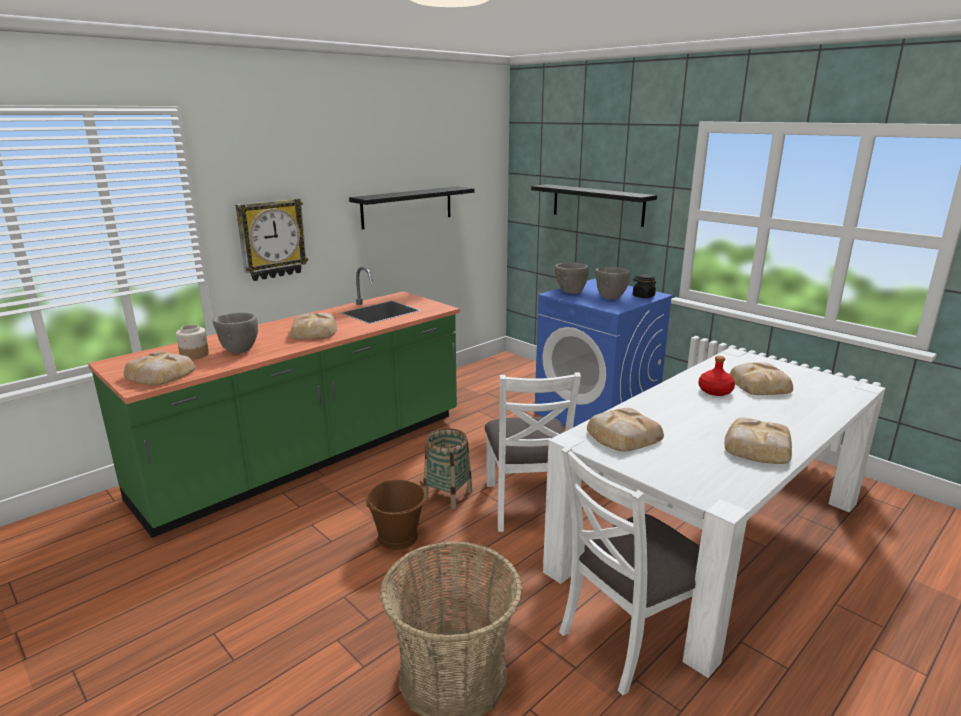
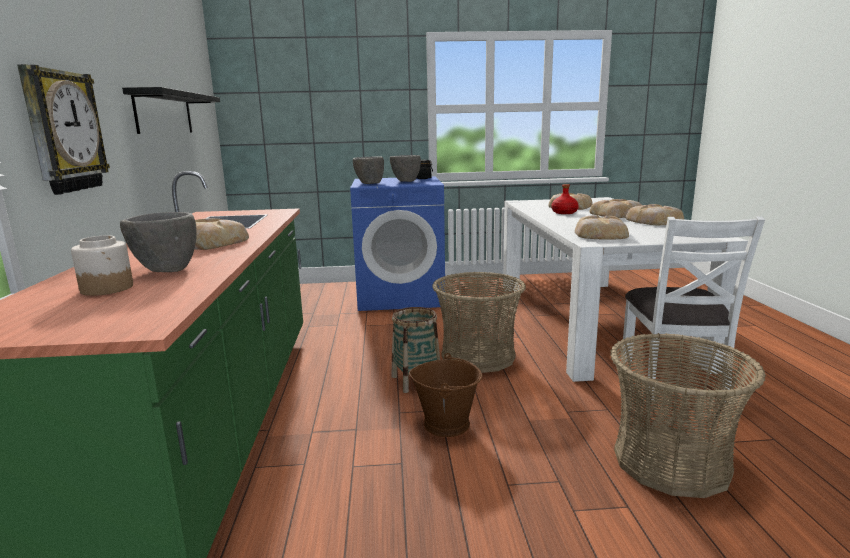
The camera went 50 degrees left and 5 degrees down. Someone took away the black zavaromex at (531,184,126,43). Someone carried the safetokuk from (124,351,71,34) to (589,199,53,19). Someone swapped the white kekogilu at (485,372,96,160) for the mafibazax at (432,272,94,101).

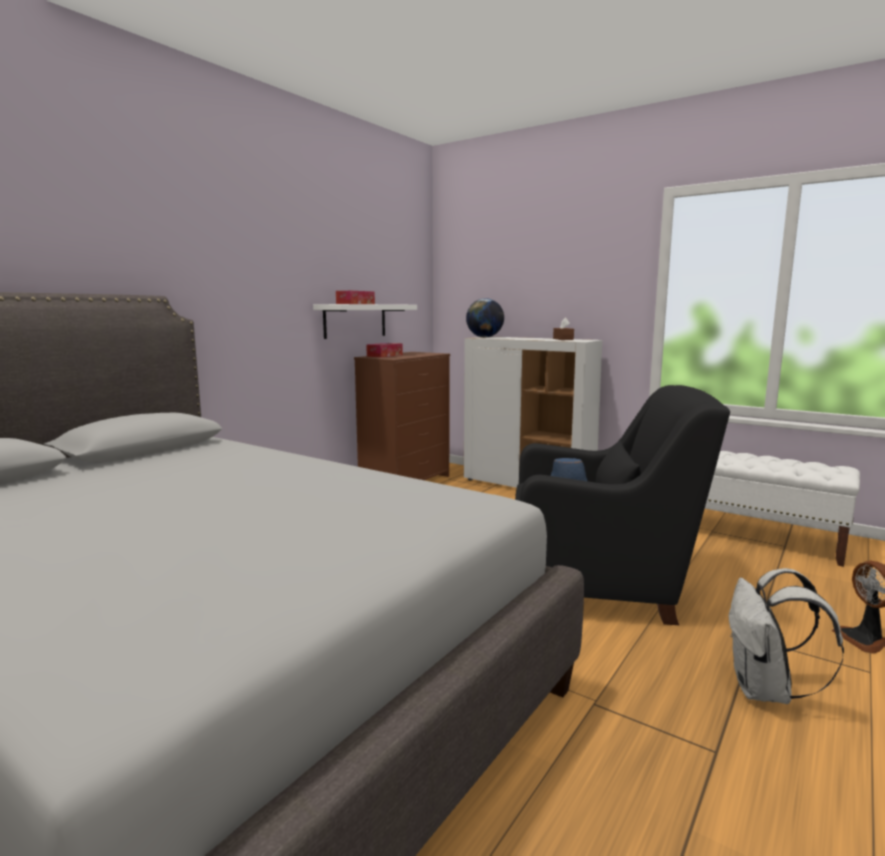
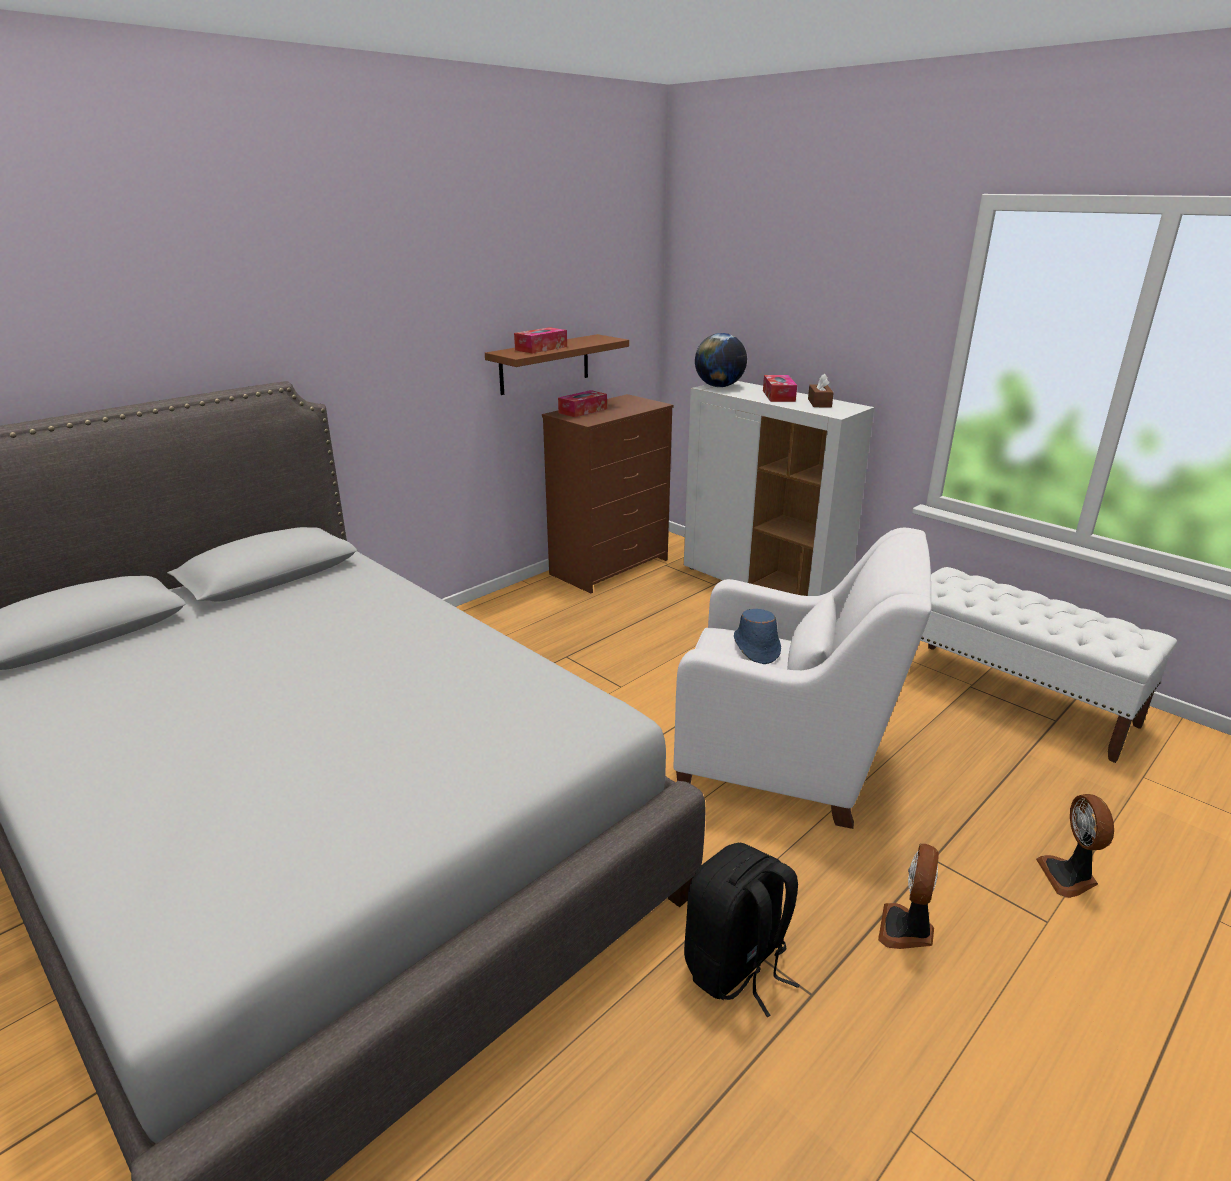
The camera went 10 degrees right and 15 degrees up. Someone repainted the white zavaromex at (313,304,104,35), which became the brown zavaromex at (485,334,144,61). Someone repainted the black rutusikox at (515,385,215,240), which became the white rutusikox at (674,528,258,301). Someone swapped the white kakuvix at (728,568,116,136) for the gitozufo at (878,844,61,105). Someone put down the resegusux at (763,375,34,27). Someone put down the black kakuvix at (684,842,116,175).

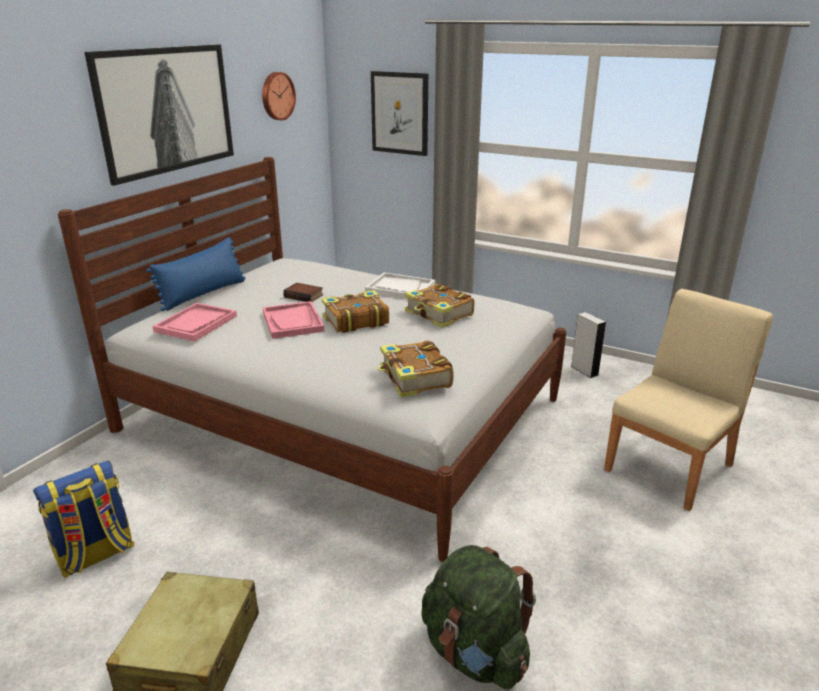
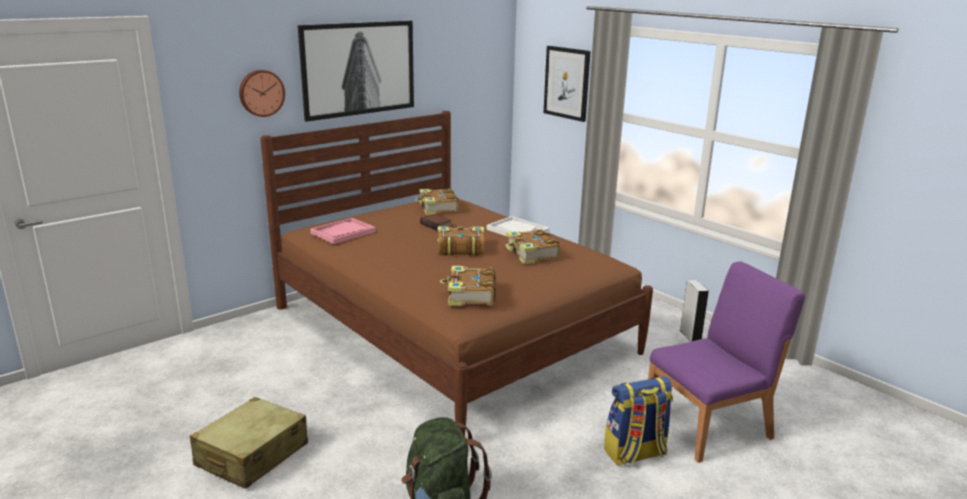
The camera went 20 degrees right and 5 degrees down. Someone carried the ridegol from (262,72,34,48) to (239,70,46,47). Someone repainted the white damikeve at (58,157,508,405), which became the brown damikeve at (260,111,393,325). Someone took away the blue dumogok at (146,237,99,74). Someone repainted the beige kekogilu at (604,289,169,222), which became the purple kekogilu at (648,261,157,202). Someone took away the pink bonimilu at (262,301,63,38). Someone carried the kakuvix from (33,461,101,117) to (604,376,69,90). Someone put down the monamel at (415,188,44,27).

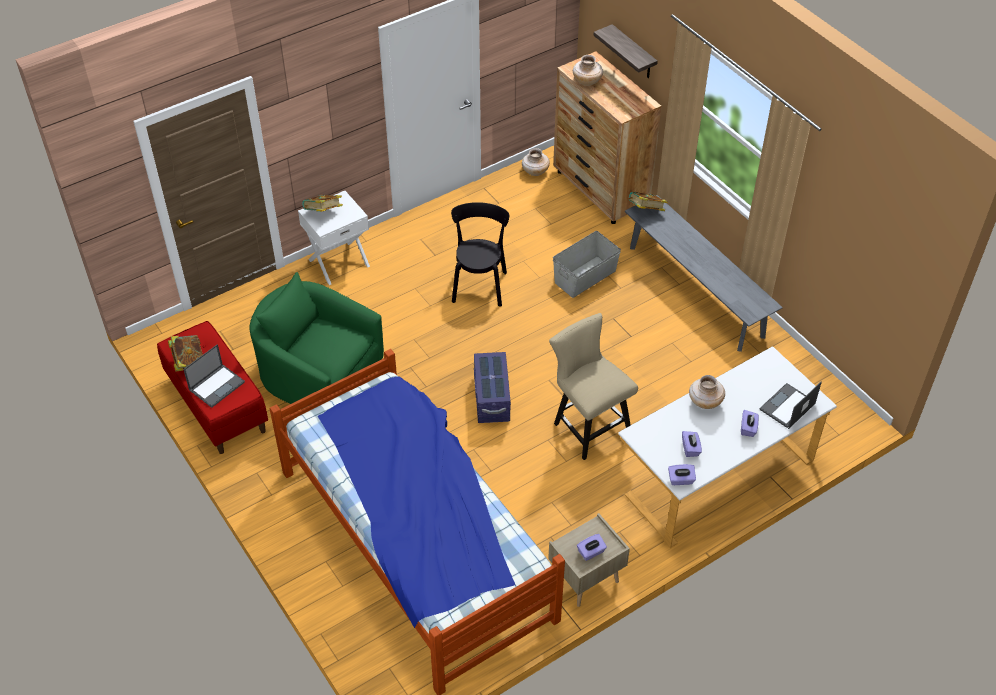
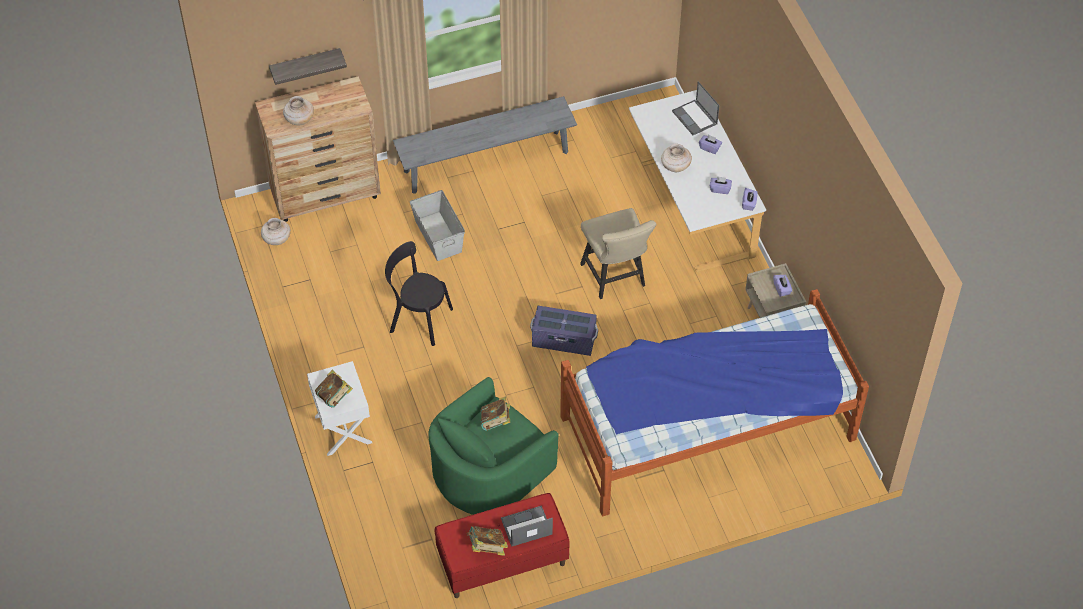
The camera went 75 degrees left and 5 degrees up. Someone carried the monamel from (628,192,40,19) to (481,396,29,35). Someone rotated the beige kekogilu at (549,313,89,147) by 90 degrees counterclockwise. Someone rotated the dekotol at (183,344,62,64) by 75 degrees counterclockwise.

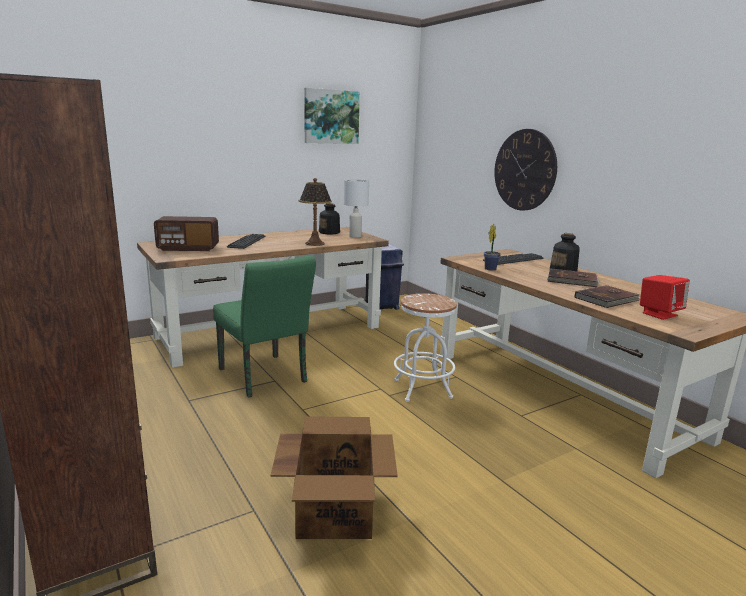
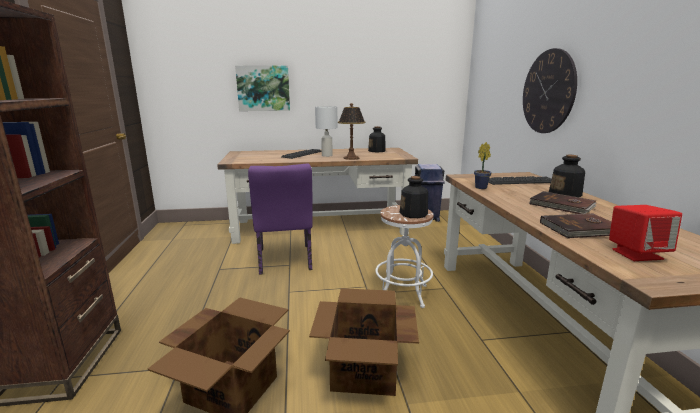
The camera went 25 degrees right and 0 degrees up. Someone carried the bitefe from (304,88,56,56) to (235,65,55,46). Someone carried the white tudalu from (344,179,25,58) to (315,106,22,51). Someone took away the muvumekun at (154,216,65,35). Someone repainted the green kekogilu at (213,256,103,141), which became the purple kekogilu at (248,164,65,110). Someone put down the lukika at (399,176,29,42). Someone put down the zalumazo at (309,288,110,108).

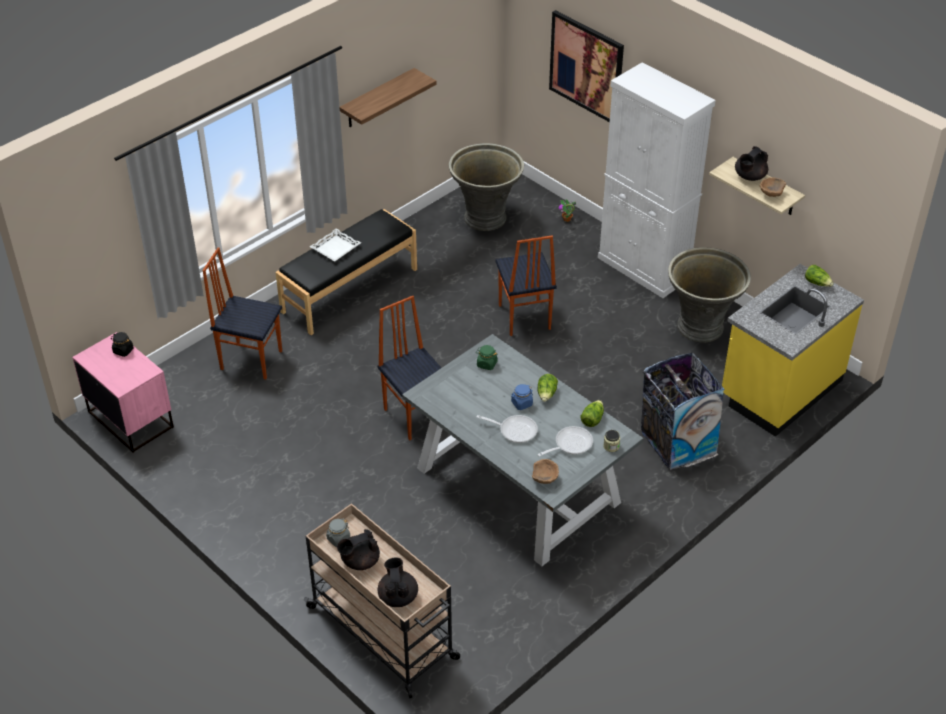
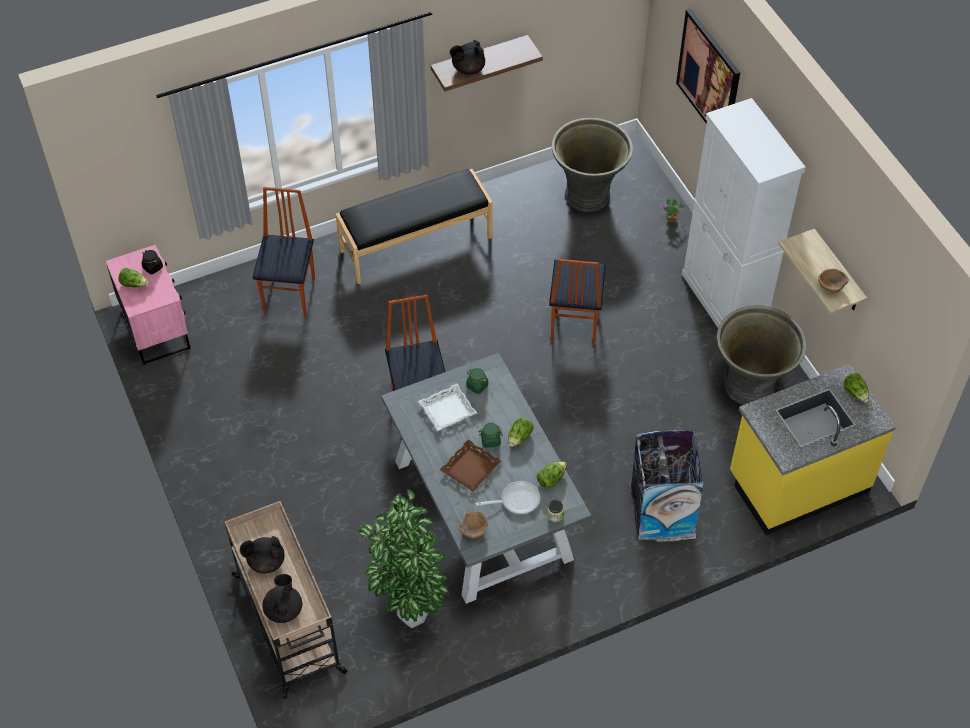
The camera went 20 degrees right and 10 degrees up. Someone carried the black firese from (735,146,33,35) to (450,40,35,35). Someone carried the white bonimilu from (309,228,52,33) to (418,384,59,47). Someone rotated the kekogilu at (203,248,79,132) by 60 degrees clockwise. Someone repainted the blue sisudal at (511,384,22,26), which became the green sisudal at (479,423,24,25). Someone swapped the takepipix at (477,415,61,28) for the brown bonimilu at (440,439,61,53). Someone took away the grey sisudal at (326,519,24,28). Someone put down the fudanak at (118,268,31,20). Someone put down the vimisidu at (358,489,91,139).

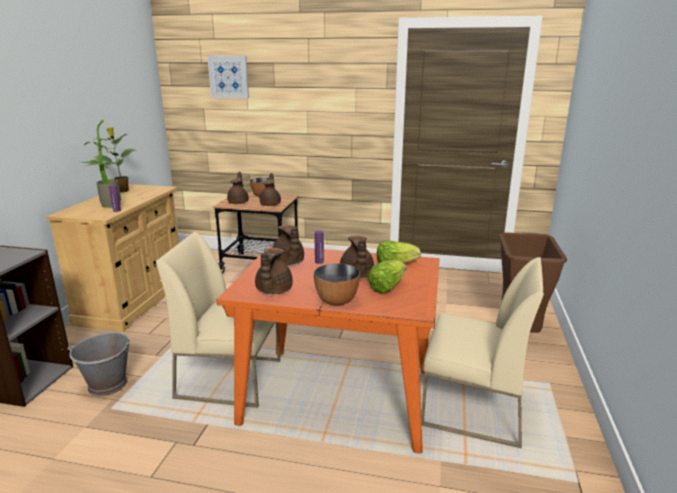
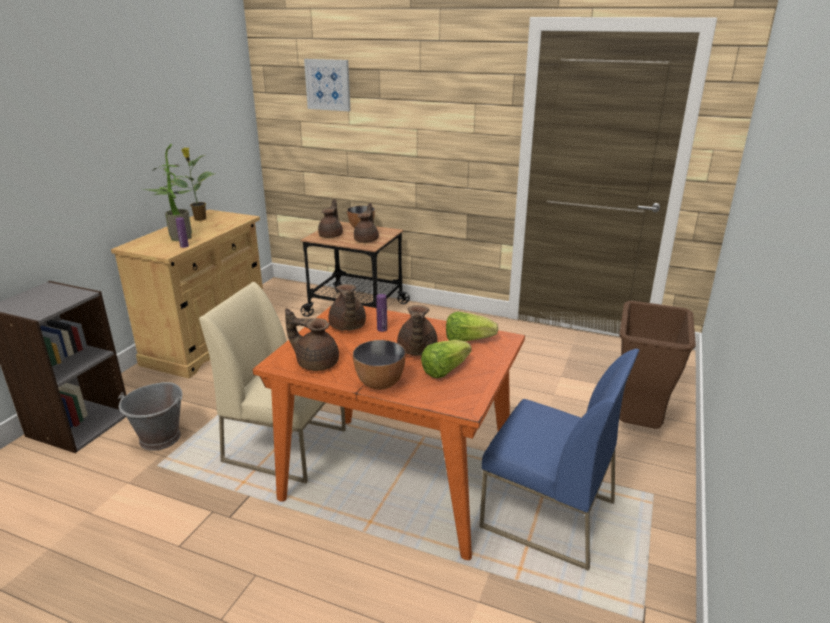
The camera went 10 degrees right and 5 degrees up. Someone rotated the brown firese at (255,248,38,46) by 90 degrees clockwise. Someone repainted the beige kekogilu at (421,257,123,191), which became the blue kekogilu at (480,349,159,222).

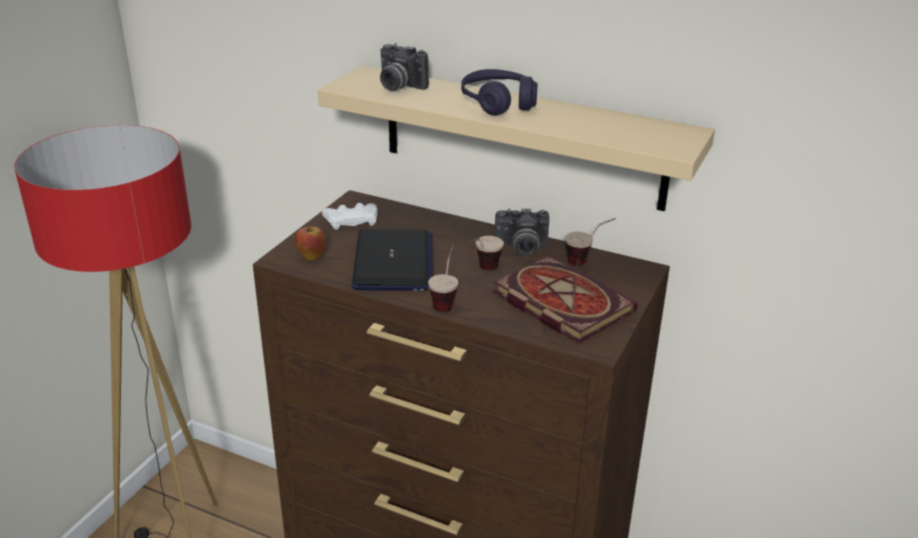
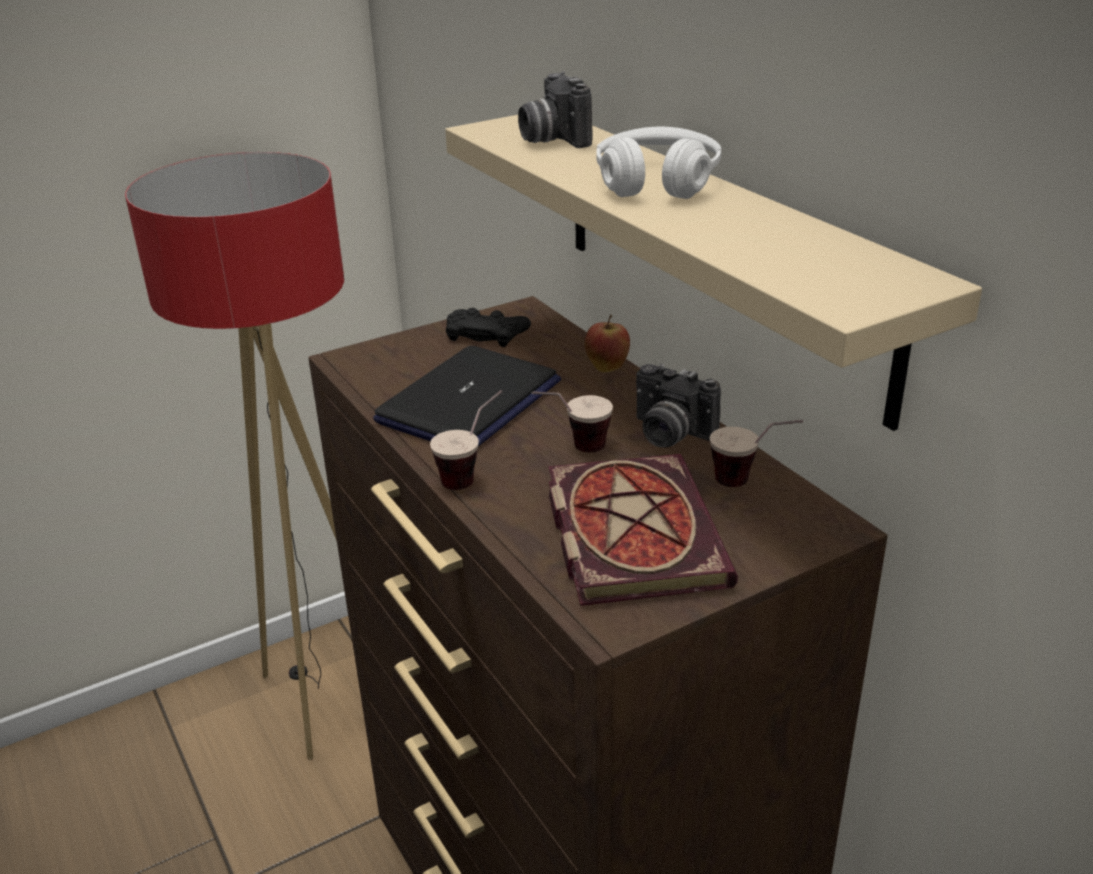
The camera went 35 degrees right and 0 degrees up. Someone repainted the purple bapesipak at (461,69,77,47), which became the white bapesipak at (596,127,126,72). Someone repainted the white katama at (322,203,56,27), which became the black katama at (446,308,85,39). Someone carried the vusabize from (295,222,31,39) to (585,315,45,57).

